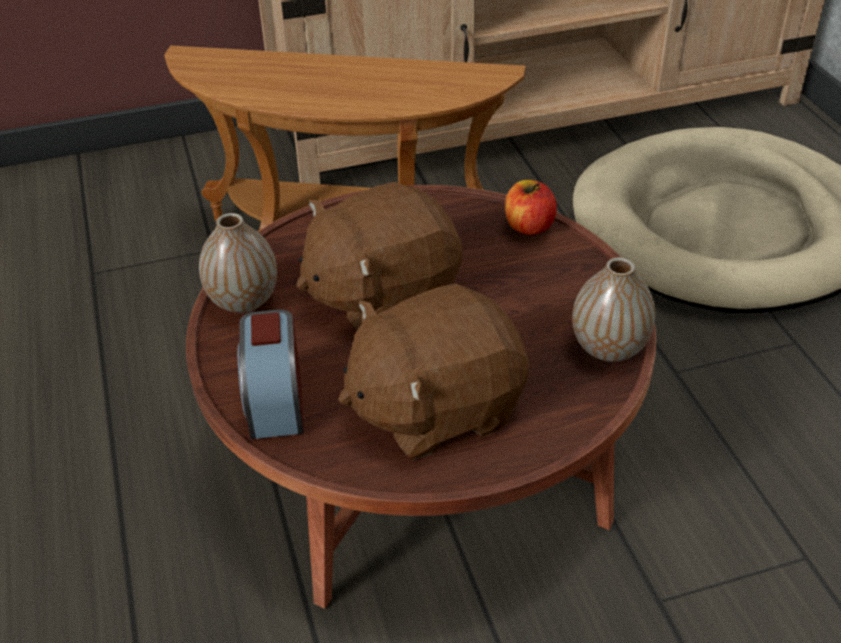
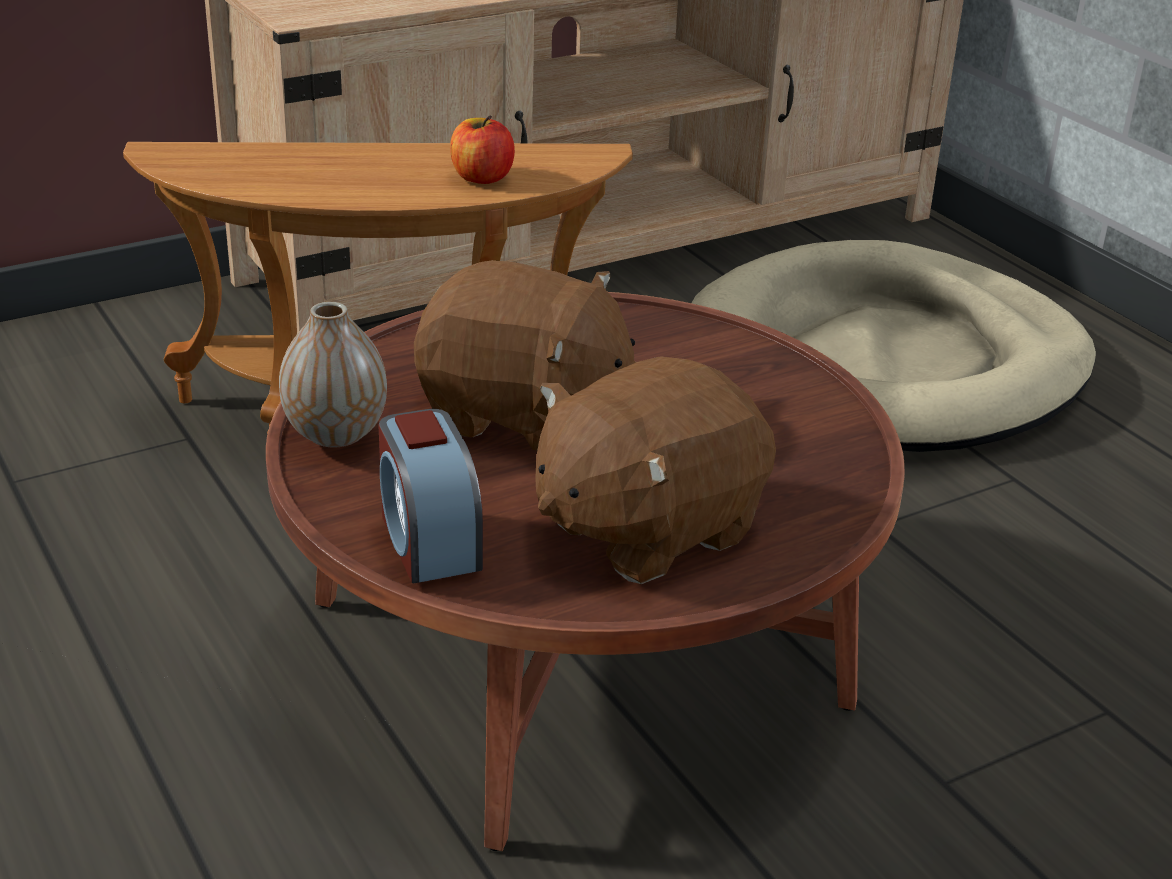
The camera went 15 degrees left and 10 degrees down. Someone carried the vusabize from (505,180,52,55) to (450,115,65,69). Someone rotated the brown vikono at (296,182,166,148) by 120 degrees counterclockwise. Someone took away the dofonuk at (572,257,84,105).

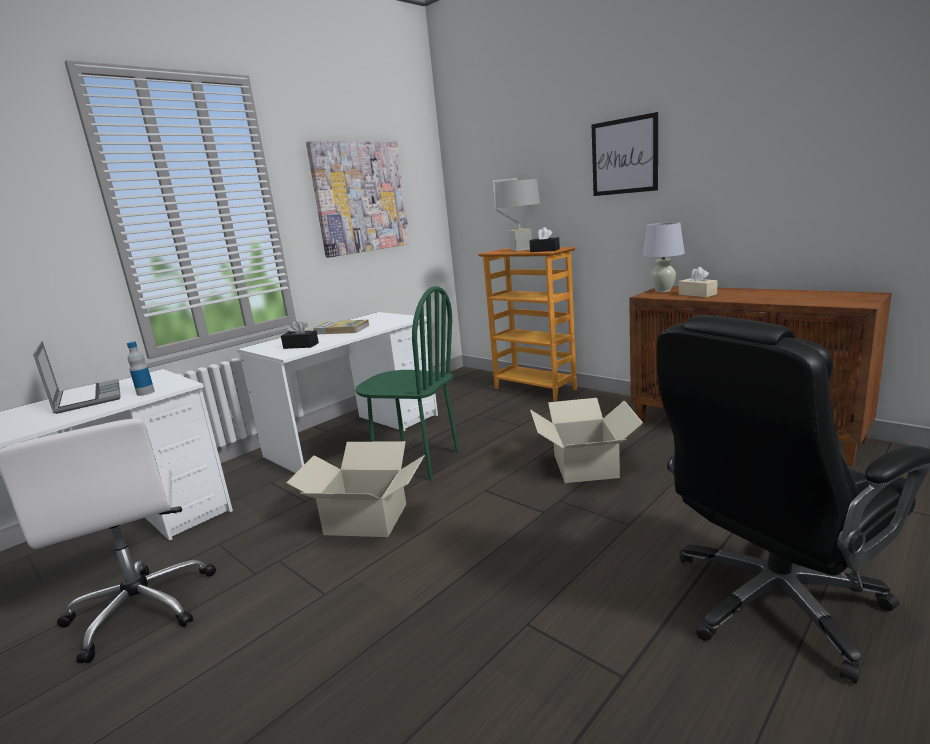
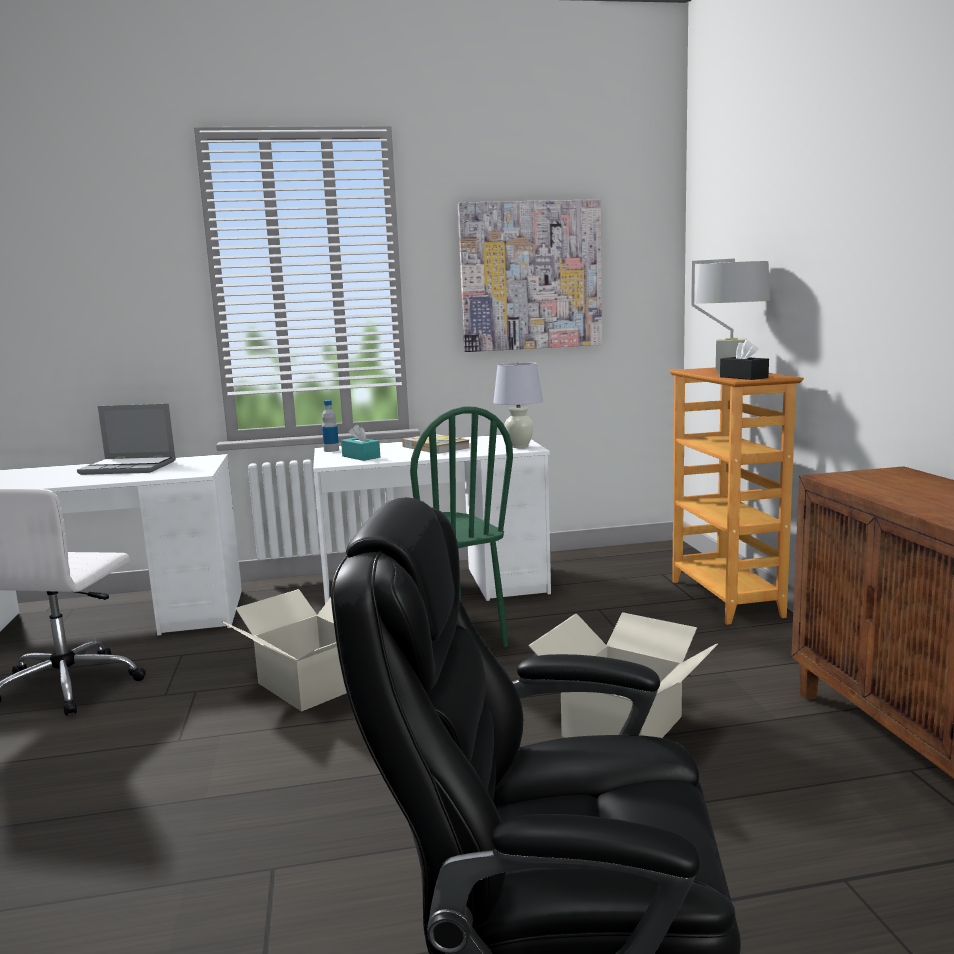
The camera went 35 degrees right and 5 degrees down. Someone took away the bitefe at (592,112,66,84). Someone carried the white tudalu from (642,222,43,70) to (493,362,50,86). Someone took away the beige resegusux at (679,267,39,30). Someone repainted the black resegusux at (281,320,38,29), which became the turquoise resegusux at (341,424,39,37). Someone rotated the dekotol at (33,341,88,73) by 90 degrees clockwise. Someone carried the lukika from (127,341,28,55) to (322,400,17,52).

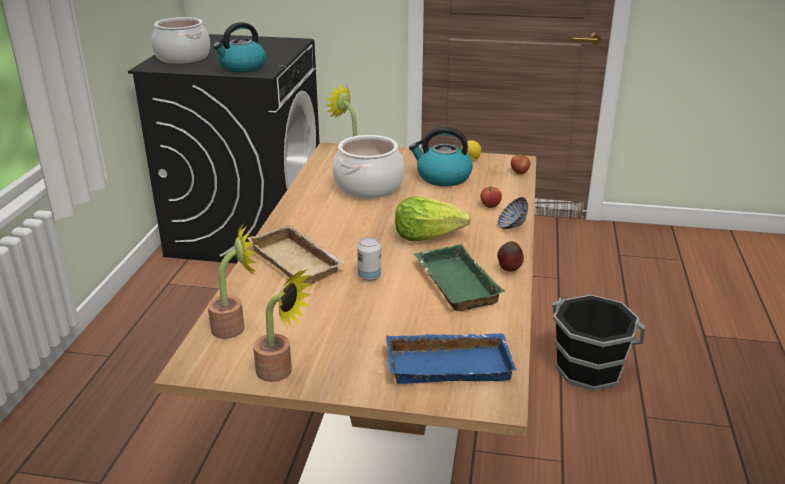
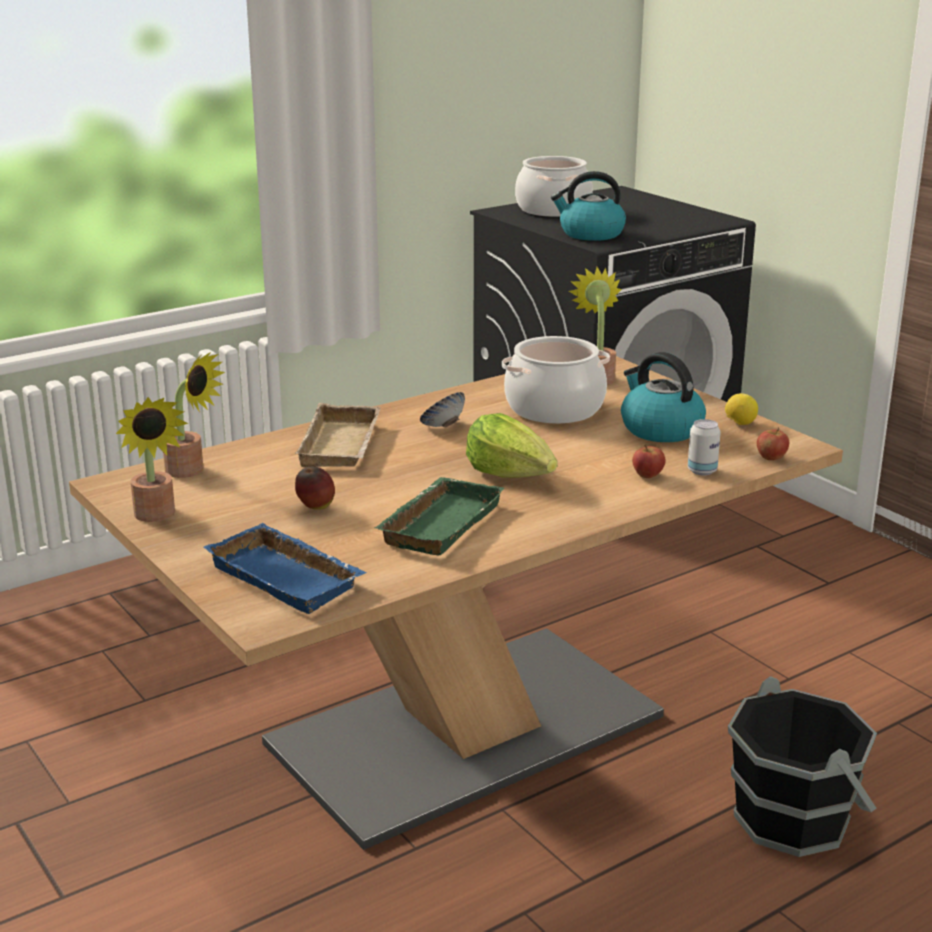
The camera went 45 degrees right and 5 degrees down. Someone carried the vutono from (497,197,31,32) to (420,392,45,35). Someone carried the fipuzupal from (357,237,24,44) to (688,419,33,57). Someone carried the vusabize from (497,241,27,31) to (295,467,40,43).

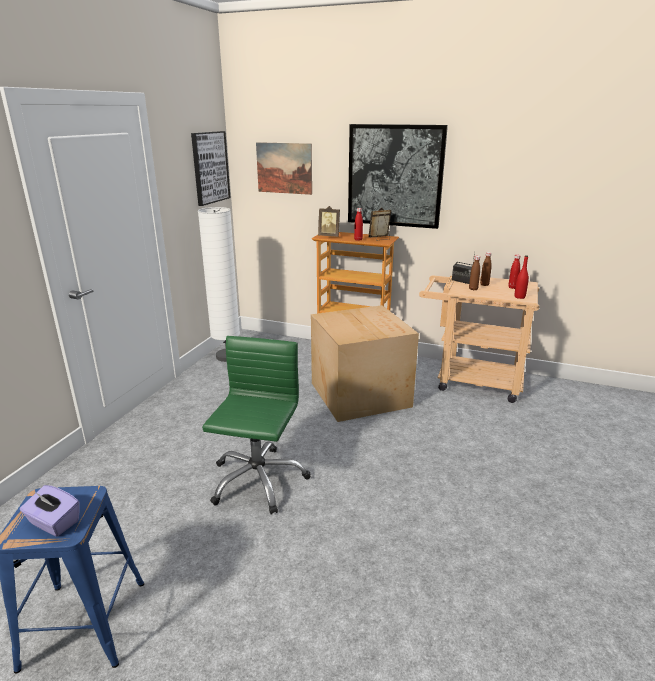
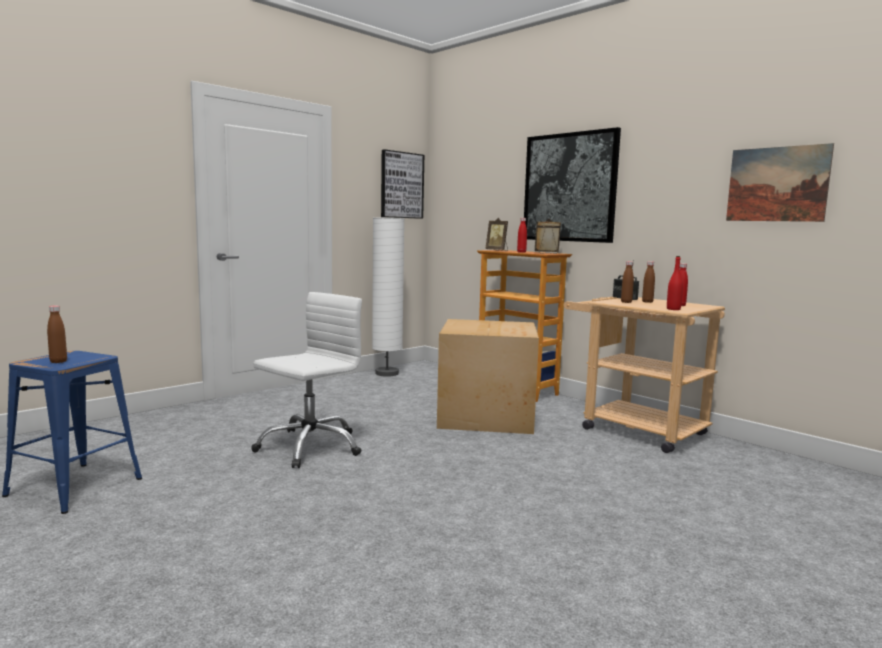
The camera went 25 degrees right and 15 degrees down. Someone carried the bitefe from (256,142,56,53) to (726,143,108,79). Someone repainted the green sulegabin at (202,336,109,179), which became the white sulegabin at (252,292,110,176). Someone swapped the purple resegusux at (20,485,60,52) for the brown lukika at (47,306,20,57).

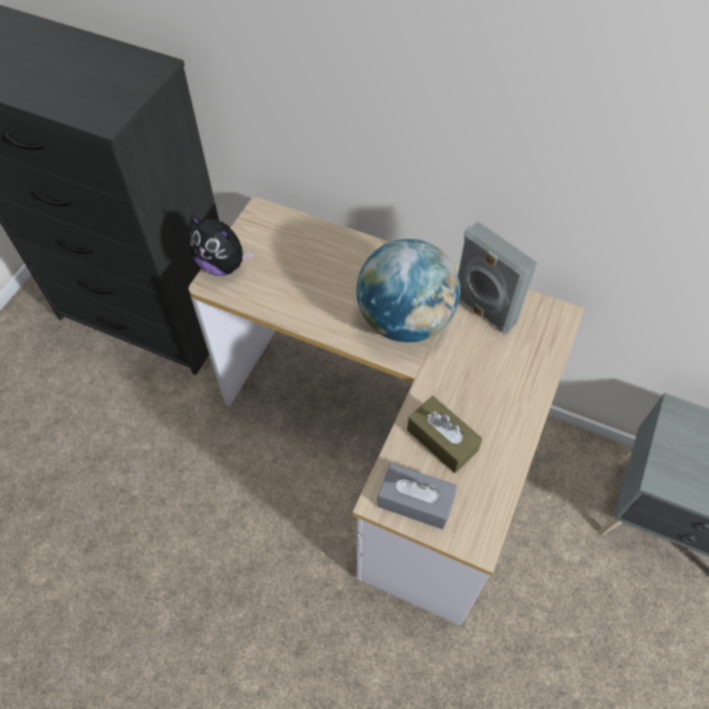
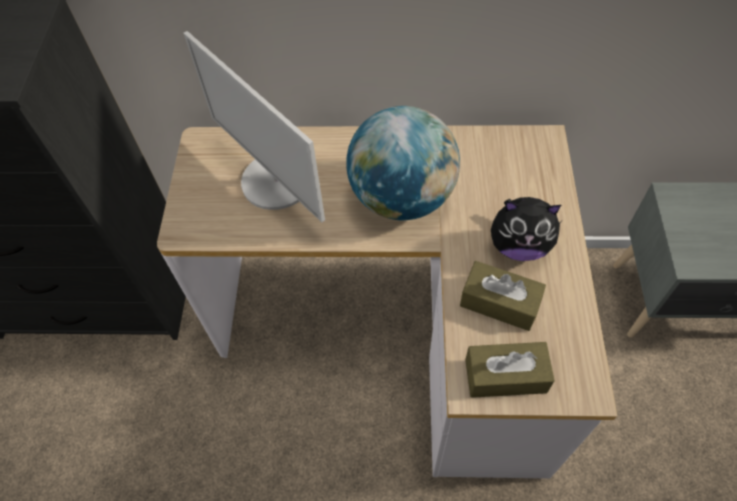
The camera went 20 degrees left and 0 degrees up. Someone carried the vikono from (190,215,63,61) to (491,197,71,64). Someone took away the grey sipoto at (458,221,79,113). Someone repainted the grey resegusux at (377,463,80,67), which became the brown resegusux at (465,342,90,56). Someone put down the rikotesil at (184,31,141,191).

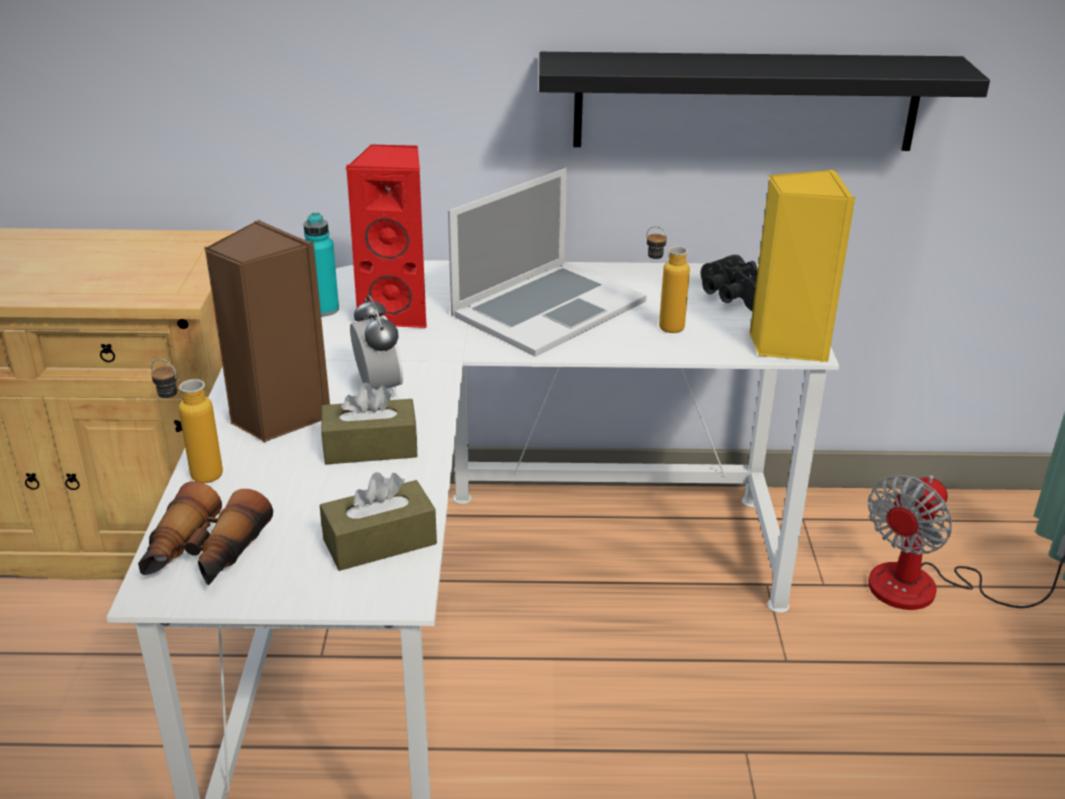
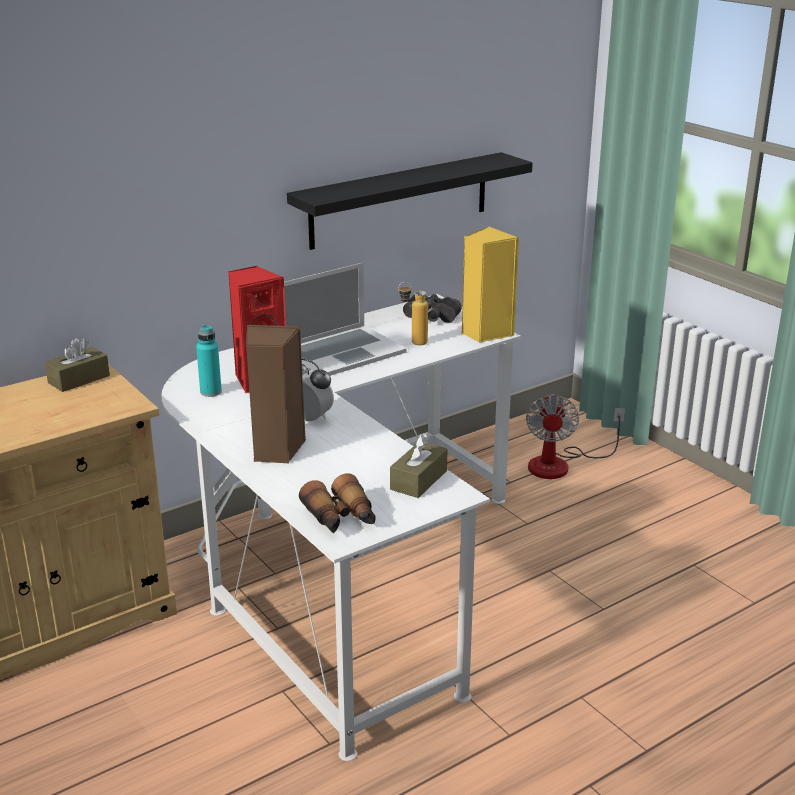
The camera went 35 degrees left and 5 degrees down. Someone rotated the dekotol at (448,168,199,189) by 45 degrees clockwise. Someone took away the lukika at (151,358,72,125). Someone carried the brown resegusux from (321,382,97,82) to (45,338,65,54).

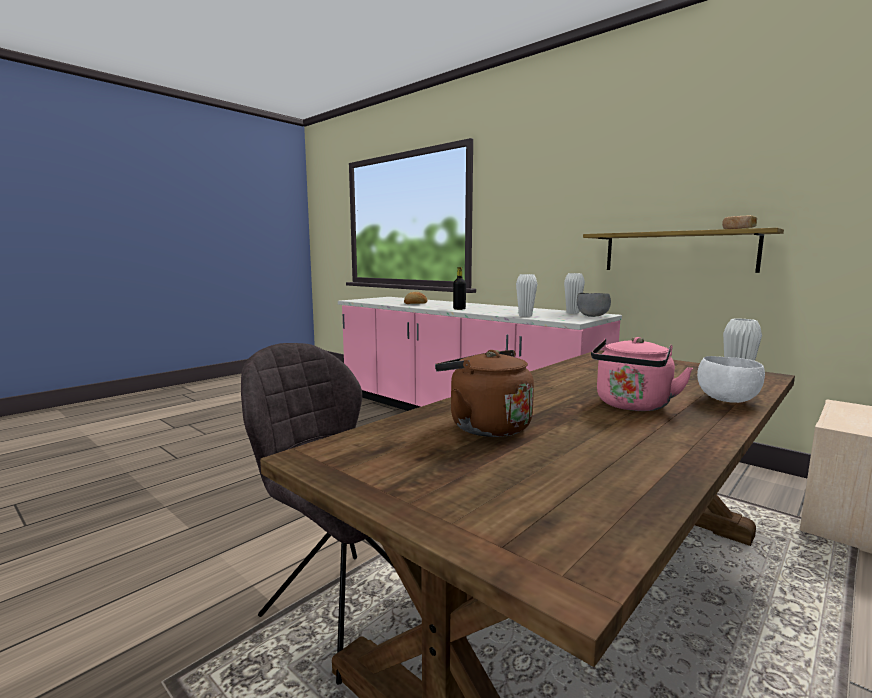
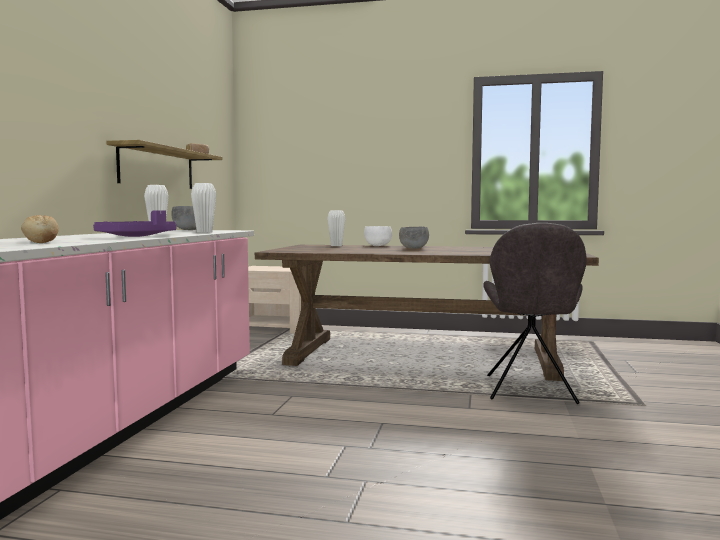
The camera went 120 degrees left and 5 degrees down. Someone swapped the black lukika at (453,267,13,43) for the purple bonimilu at (93,210,83,27). Someone swapped the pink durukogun at (591,337,102,74) for the grey vutono at (399,227,30,22). Someone took away the brown durukogun at (435,350,99,87).

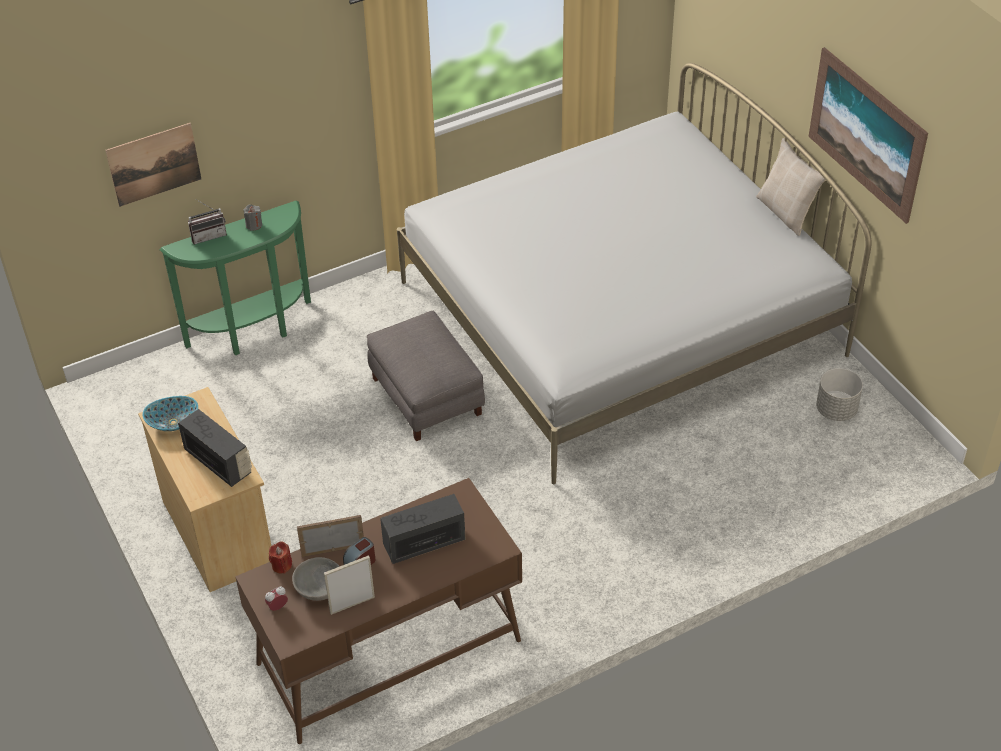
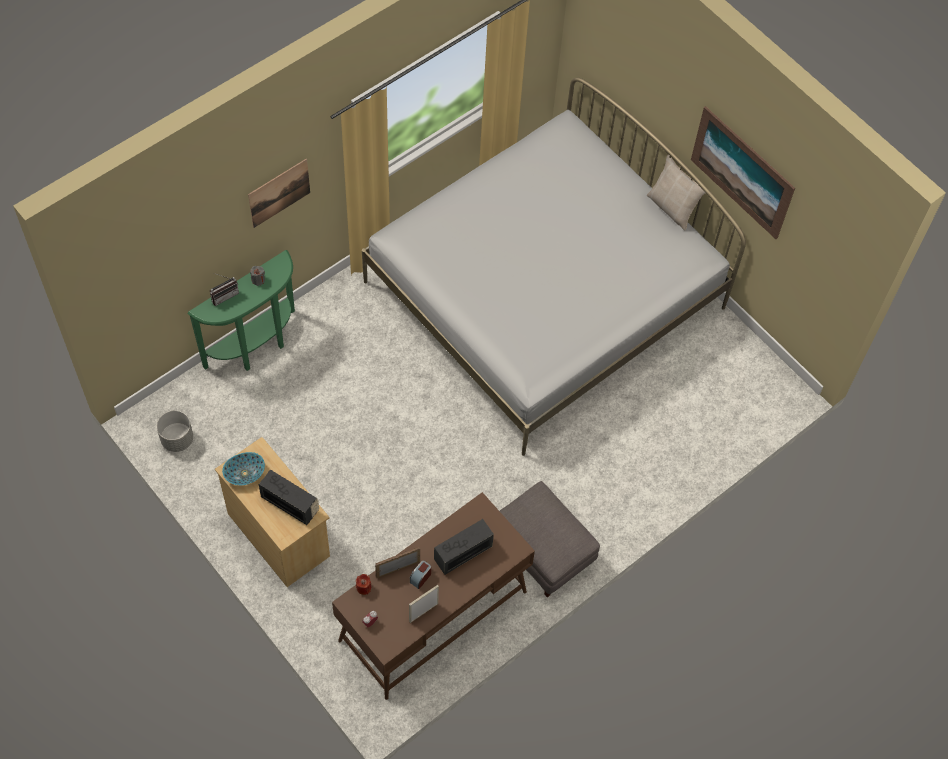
The camera went 15 degrees left and 15 degrees up. Someone carried the bitefe from (106,123,95,84) to (248,159,62,69). Someone carried the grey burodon from (367,311,118,130) to (500,481,100,116). Someone carried the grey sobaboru from (816,368,47,53) to (157,411,36,41). Someone took away the grey vutono at (292,557,48,44).

